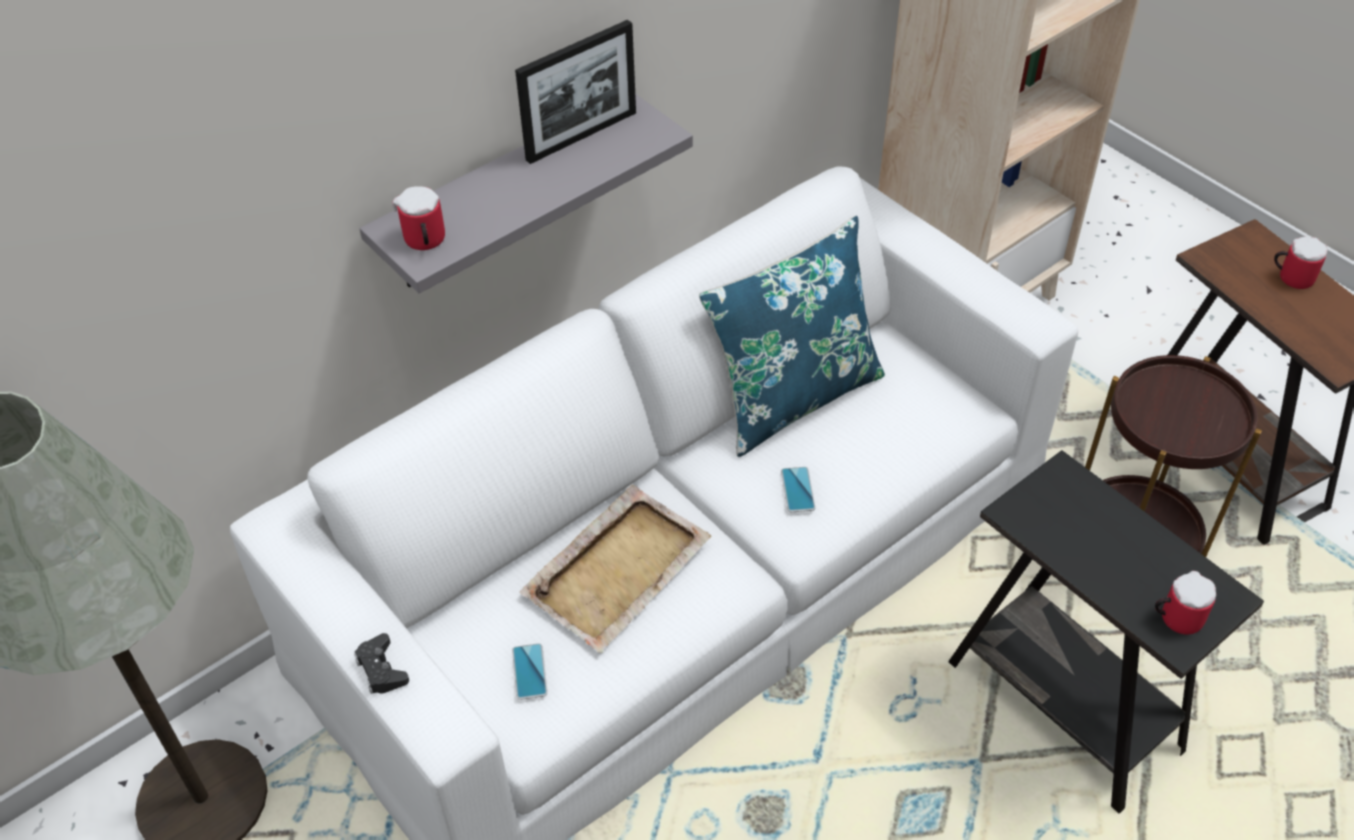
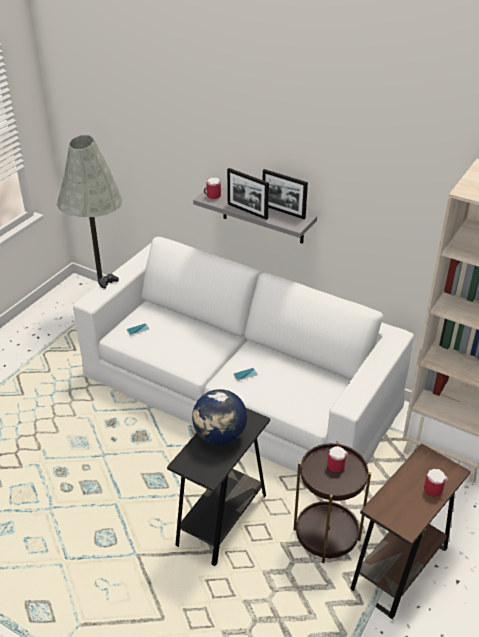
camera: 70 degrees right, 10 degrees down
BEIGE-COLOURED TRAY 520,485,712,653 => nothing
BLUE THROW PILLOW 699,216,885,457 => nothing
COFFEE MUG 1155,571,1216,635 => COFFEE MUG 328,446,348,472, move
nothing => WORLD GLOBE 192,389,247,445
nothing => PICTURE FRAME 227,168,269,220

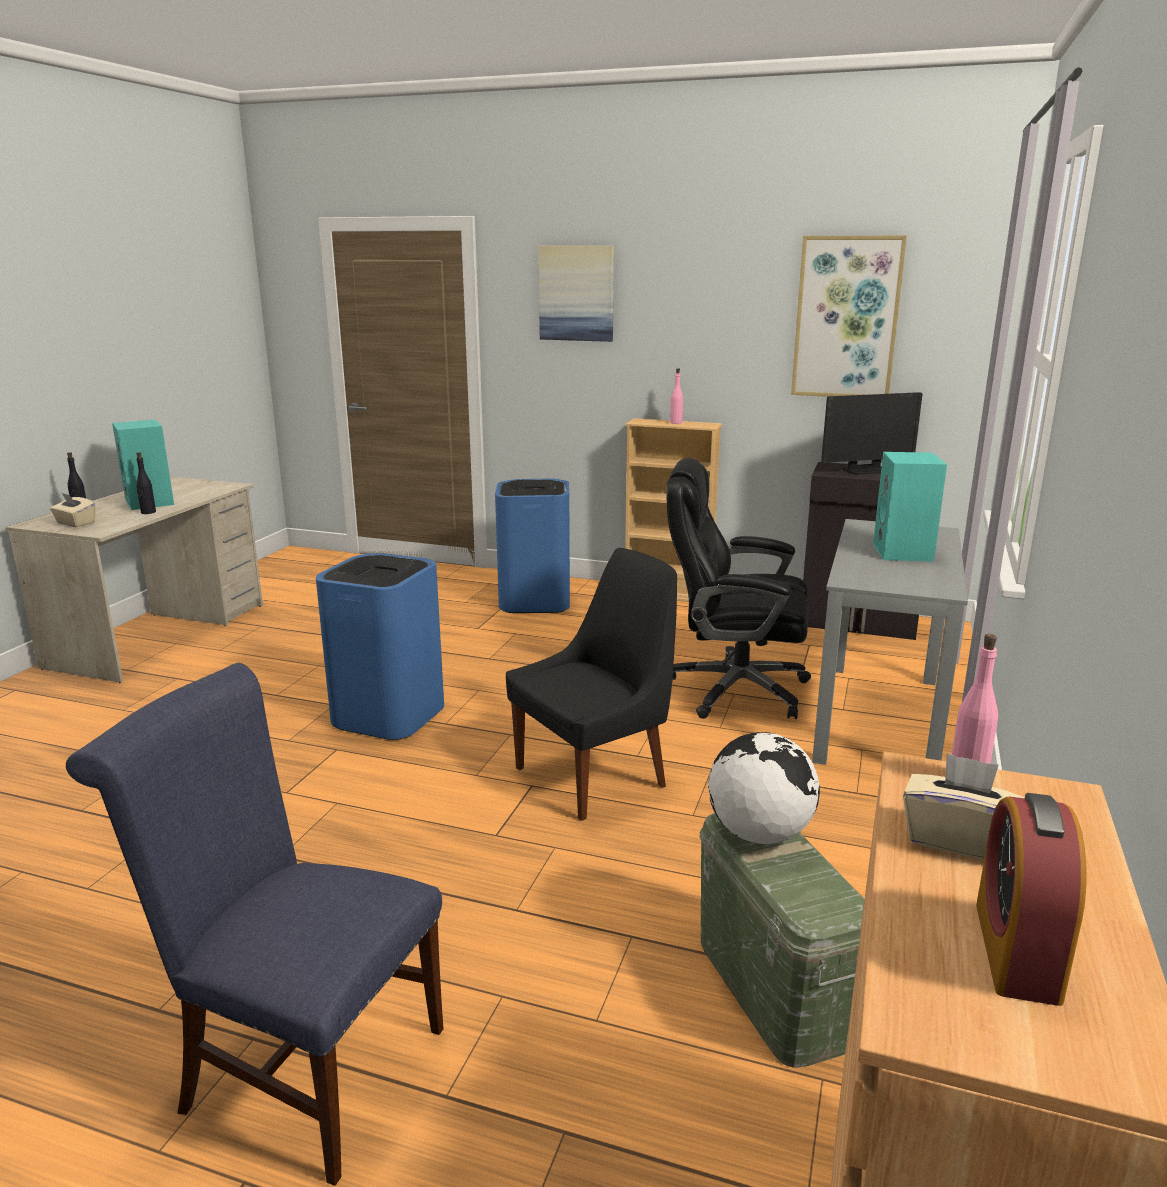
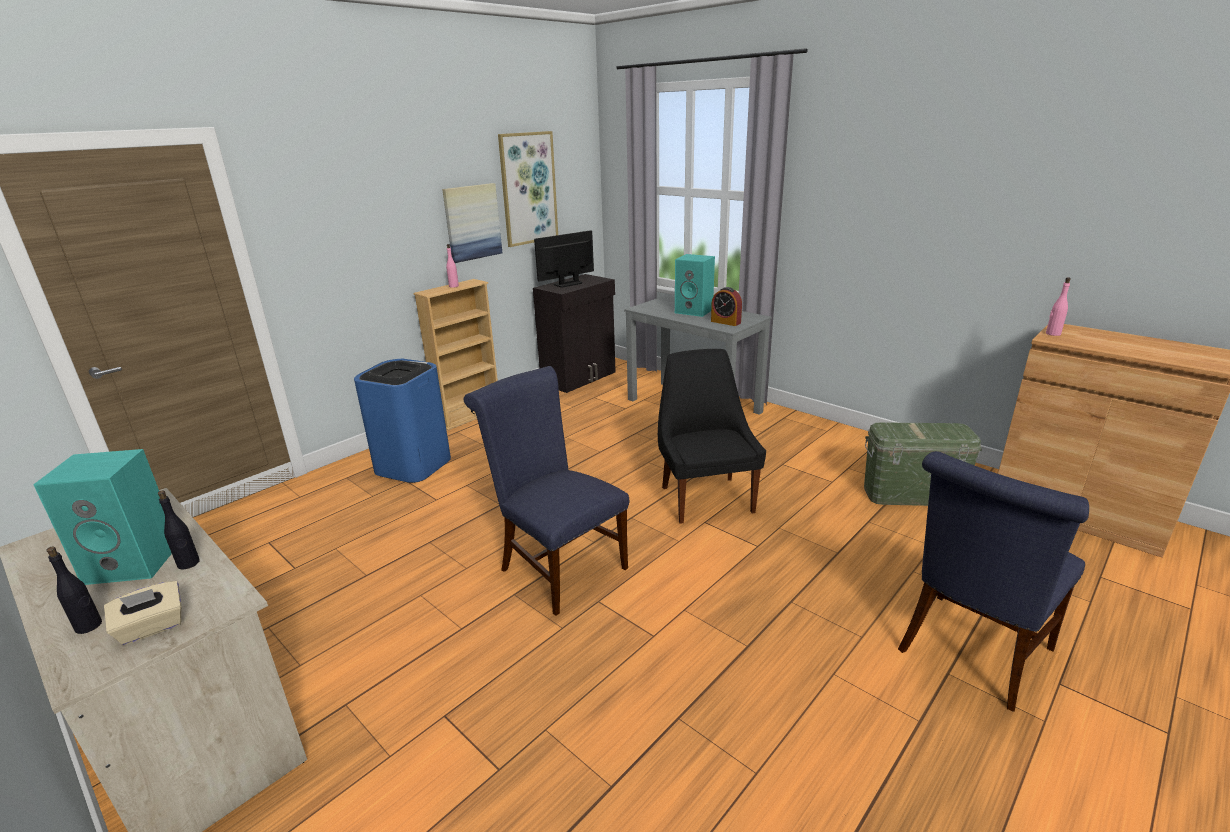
camera: 65 degrees left, 5 degrees up
BLUE TRASH CAN 316,553,444,740 => BLUE UPRIGHT CHAIR 464,366,629,616
WALL ART 538,246,614,342 => WALL ART 442,183,502,263, move
BLACKISH OFFICE CHAIR 666,458,811,719 => nothing
WORLD GLOBE 708,732,820,844 => nothing
COMPUTER DISPLAY 821,392,922,475 => COMPUTER DISPLAY 534,230,594,287, 135 degrees counterclockwise
BEIGE-COLOURED BOX OF TISSUES 903,753,1025,860 => nothing
ALARM CLOCK 976,793,1086,1006 => ALARM CLOCK 711,287,742,326, move

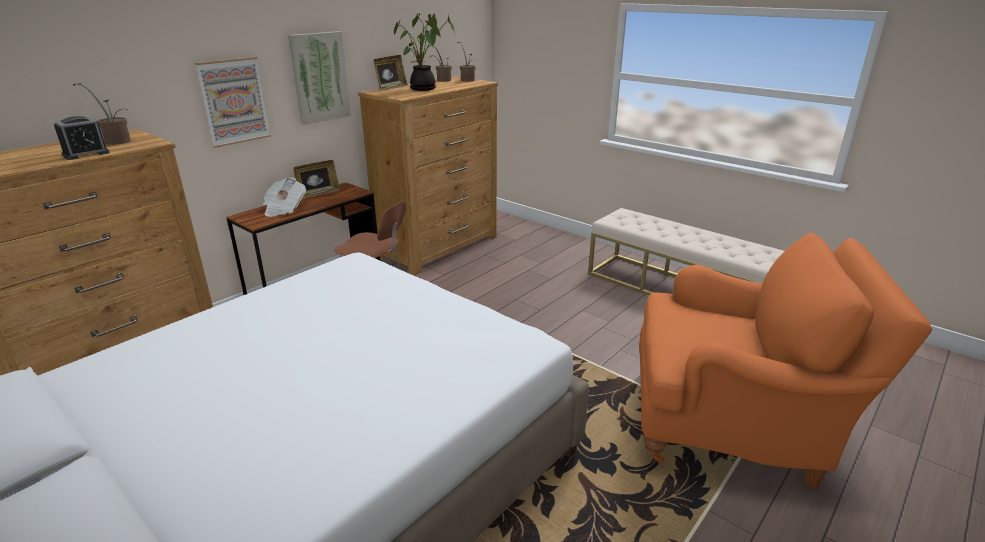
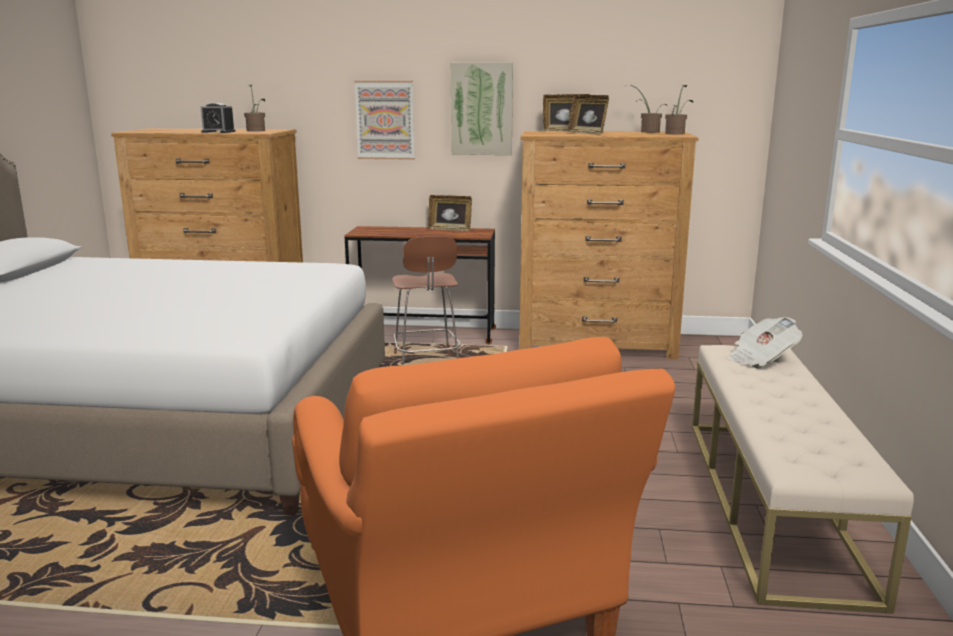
camera: 55 degrees right, 10 degrees down
DAILY PAPER 263,178,306,217 => DAILY PAPER 728,317,802,366, move
POTTED PLANT 394,13,455,91 => PICTURE FRAME 567,95,609,135

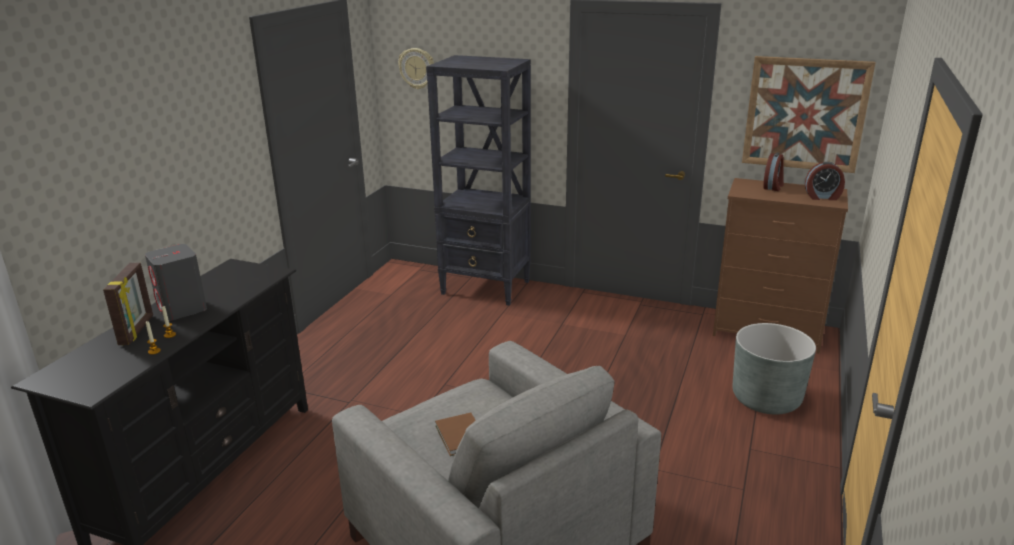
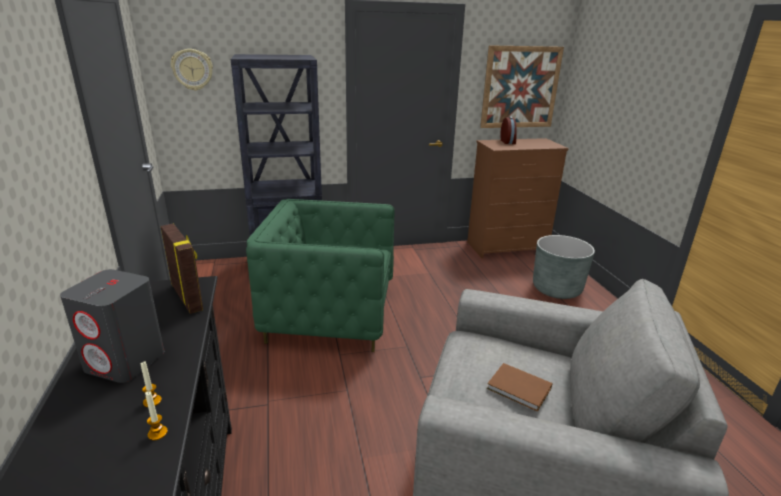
camera: 35 degrees left, 0 degrees up
PICTURE FRAME 103,263,153,345 => PICTURE FRAME 161,224,203,314, move
ALARM CLOCK 805,162,845,200 => nothing
nothing => GREENISH EASY CHAIR 246,199,395,352

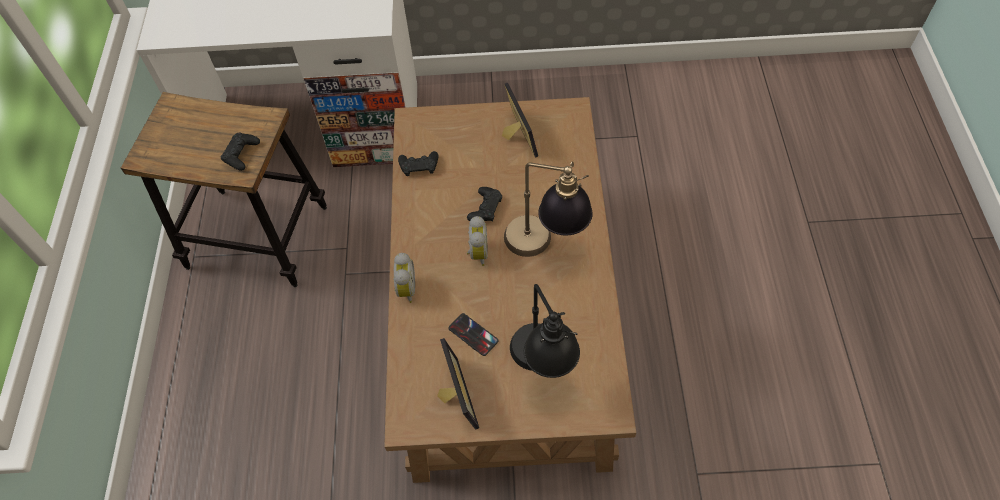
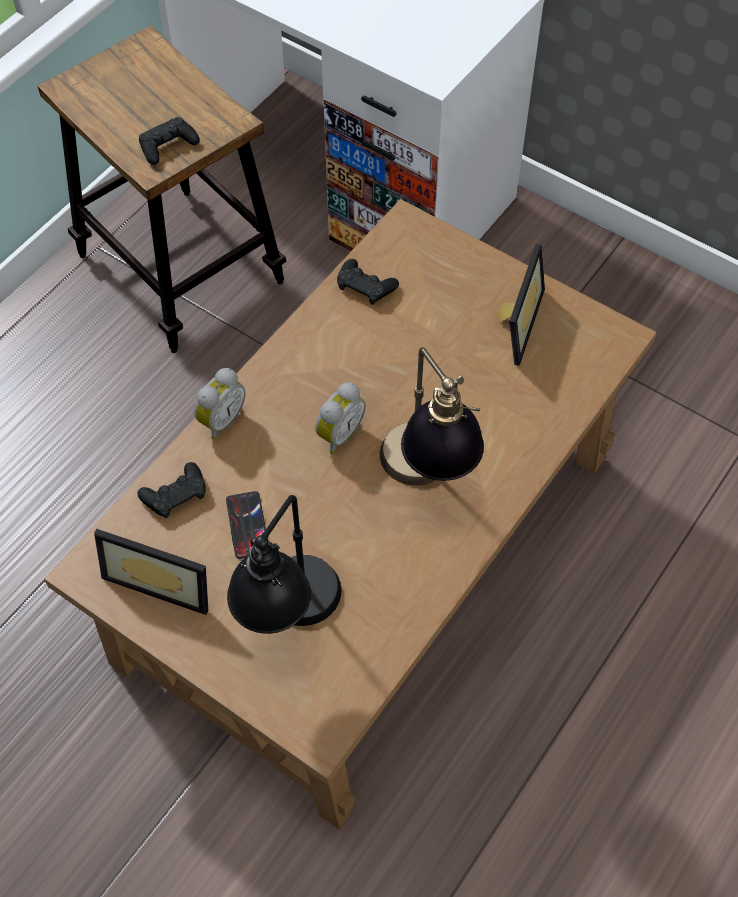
camera: 35 degrees right, 0 degrees up
PICTURE FRAME 437,338,479,430 => PICTURE FRAME 94,529,208,615, 90 degrees clockwise
BLACKISH GAMEPAD 467,187,502,221 => BLACKISH GAMEPAD 138,462,206,518, move

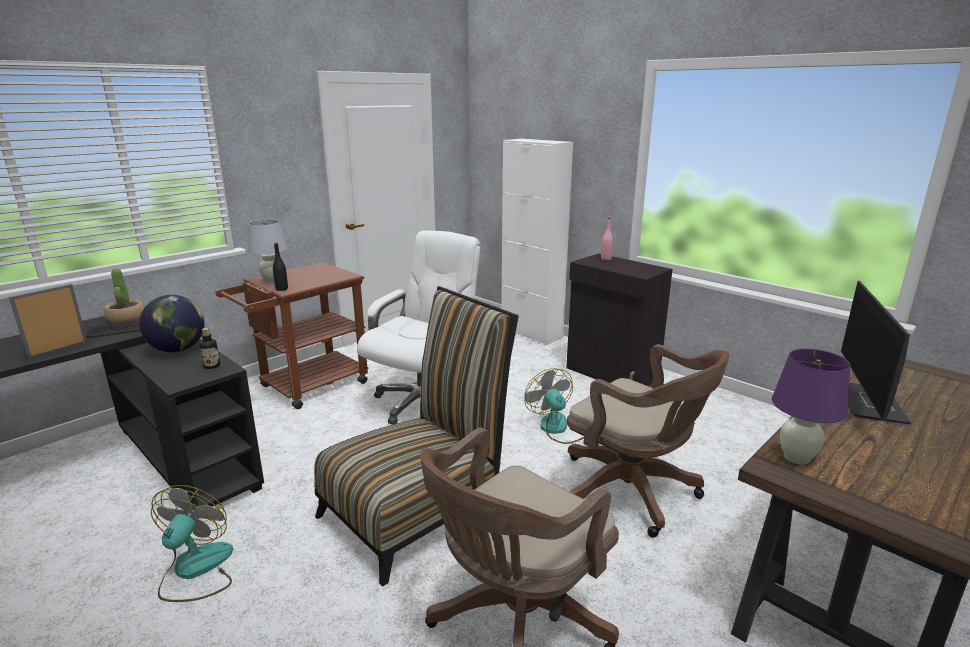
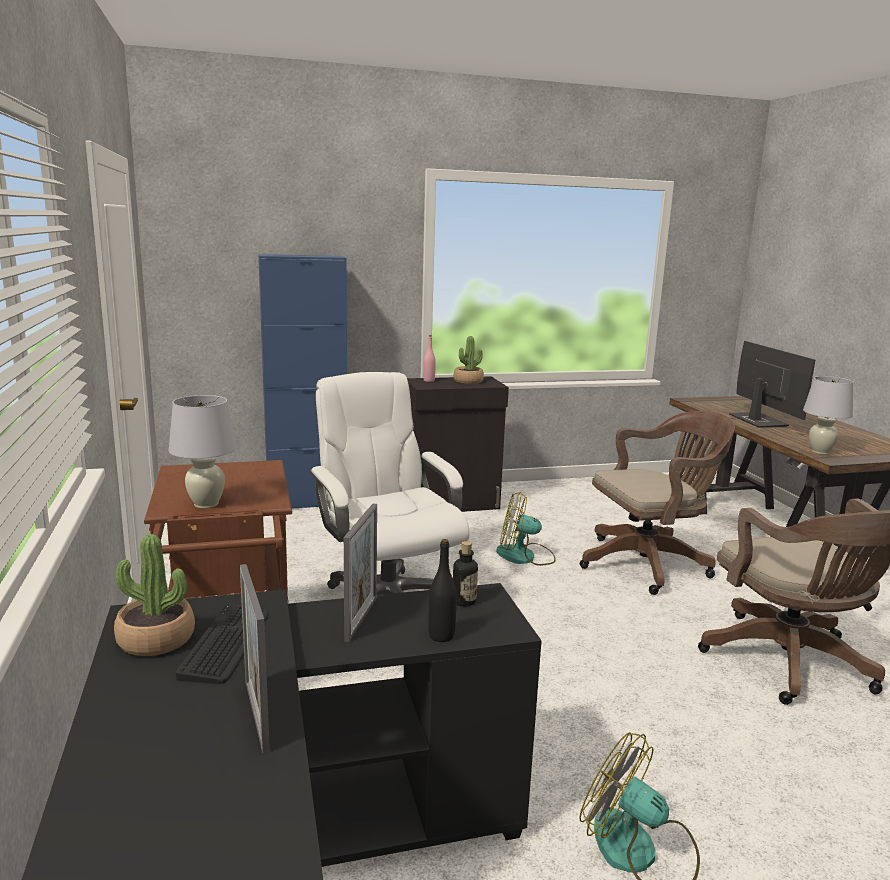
camera: 60 degrees left, 5 degrees down
WORLD GLOBE 139,295,205,352 => PICTURE FRAME 344,503,377,642
BLACKISH BOTTLE 273,243,288,291 => BLACKISH BOTTLE 428,539,457,642, move
UPRIGHT CHAIR 314,286,519,587 => nothing
WHITISH STORAGE CABINET 501,139,573,345 => BLUE STORAGE CABINET 258,254,347,509
PURPLE-COLOURED LAMP FOR A TABLE 772,349,851,465 => WHITISH LAMP FOR A TABLE 803,376,853,454
COMPUTER DISPLAY 841,281,911,424 => COMPUTER DISPLAY 729,341,815,428, 150 degrees counterclockwise
nothing => POTTED PLANT 454,336,484,384

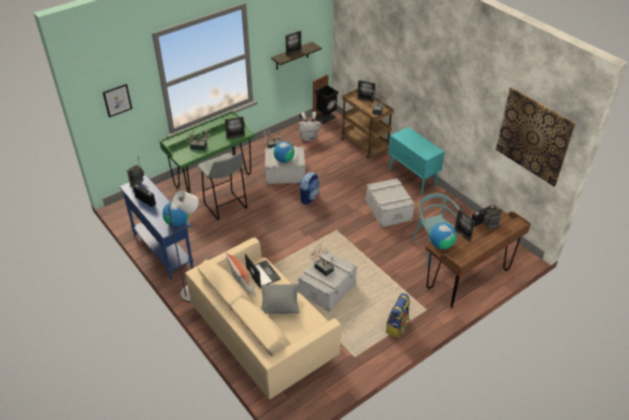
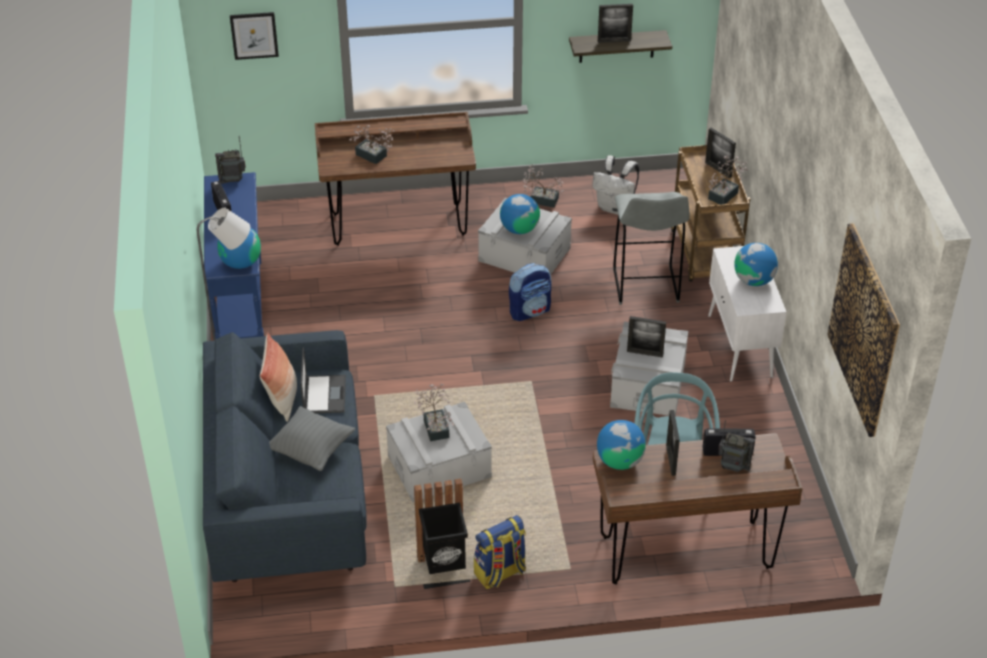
camera: 30 degrees right, 0 degrees up
GREENISH DESK UNIT 159,111,254,194 => BROWNISH DESK UNIT 315,112,476,246
BEIGE-COLOURED SOFA 185,238,341,400 => BLUE SOFA 203,330,367,582
GRAY STOOL SEAT 197,152,247,221 => GRAY STOOL SEAT 613,192,689,305, move
PICTURE FRAME 225,116,245,139 => PICTURE FRAME 627,316,666,358, move
BLACKISH TRASH CAN 313,74,338,124 => BLACKISH TRASH CAN 414,479,471,589, move
BLUE-GREEN STORAGE CABINET 389,127,445,195 => WHITISH STORAGE CABINET 708,246,786,382
nothing => WORLD GLOBE 734,243,778,286

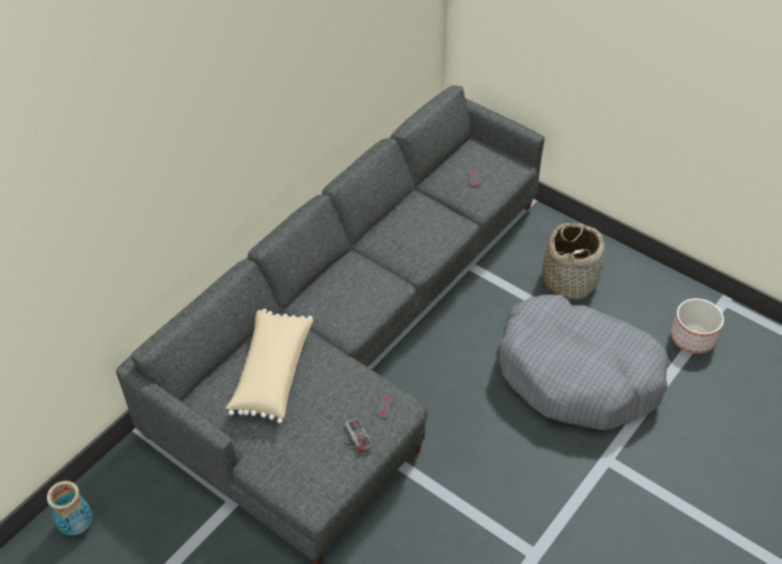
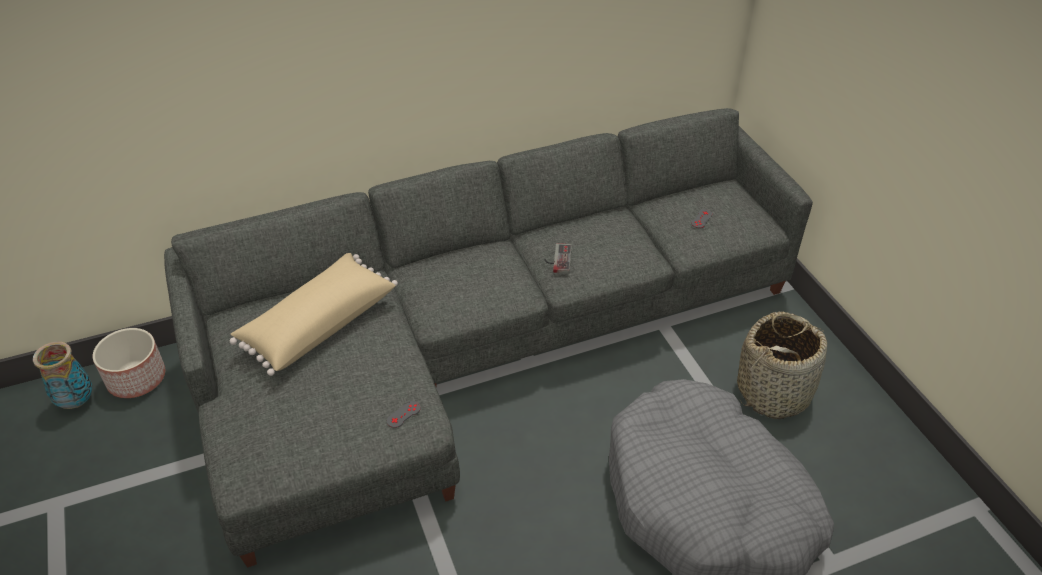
camera: 30 degrees right, 5 degrees down
GAMEPAD 345,418,373,453 => GAMEPAD 545,243,572,274, move
PLANTER 671,298,724,354 => PLANTER 93,328,166,398, move

